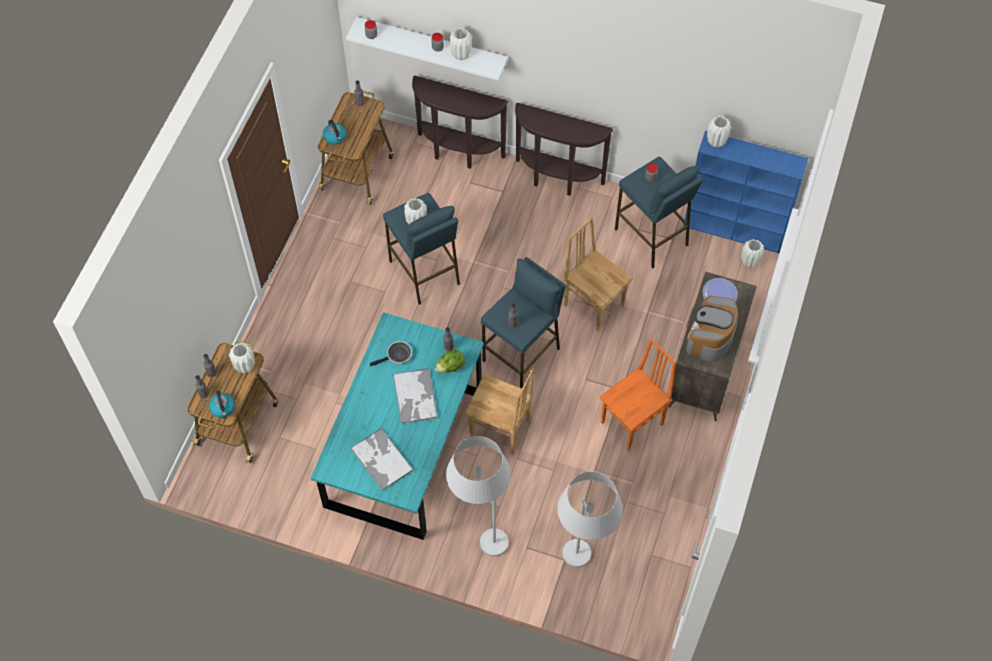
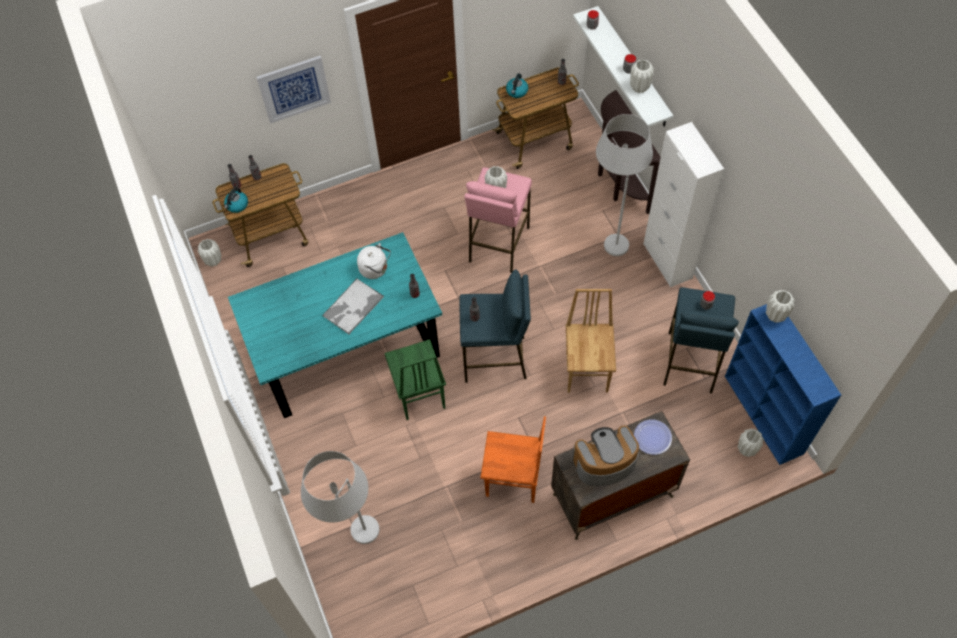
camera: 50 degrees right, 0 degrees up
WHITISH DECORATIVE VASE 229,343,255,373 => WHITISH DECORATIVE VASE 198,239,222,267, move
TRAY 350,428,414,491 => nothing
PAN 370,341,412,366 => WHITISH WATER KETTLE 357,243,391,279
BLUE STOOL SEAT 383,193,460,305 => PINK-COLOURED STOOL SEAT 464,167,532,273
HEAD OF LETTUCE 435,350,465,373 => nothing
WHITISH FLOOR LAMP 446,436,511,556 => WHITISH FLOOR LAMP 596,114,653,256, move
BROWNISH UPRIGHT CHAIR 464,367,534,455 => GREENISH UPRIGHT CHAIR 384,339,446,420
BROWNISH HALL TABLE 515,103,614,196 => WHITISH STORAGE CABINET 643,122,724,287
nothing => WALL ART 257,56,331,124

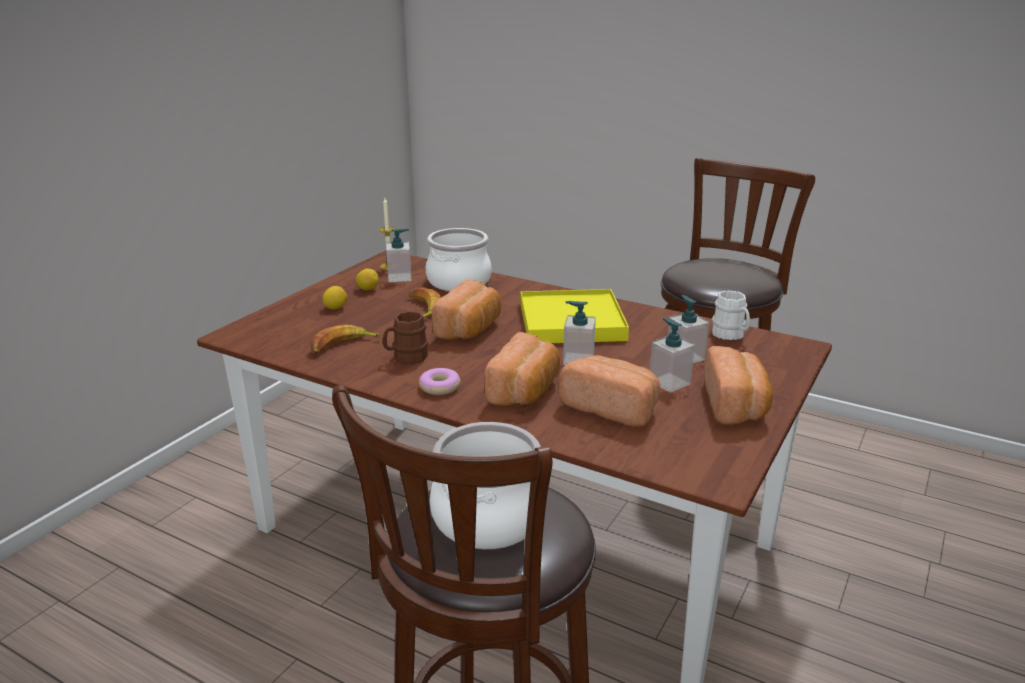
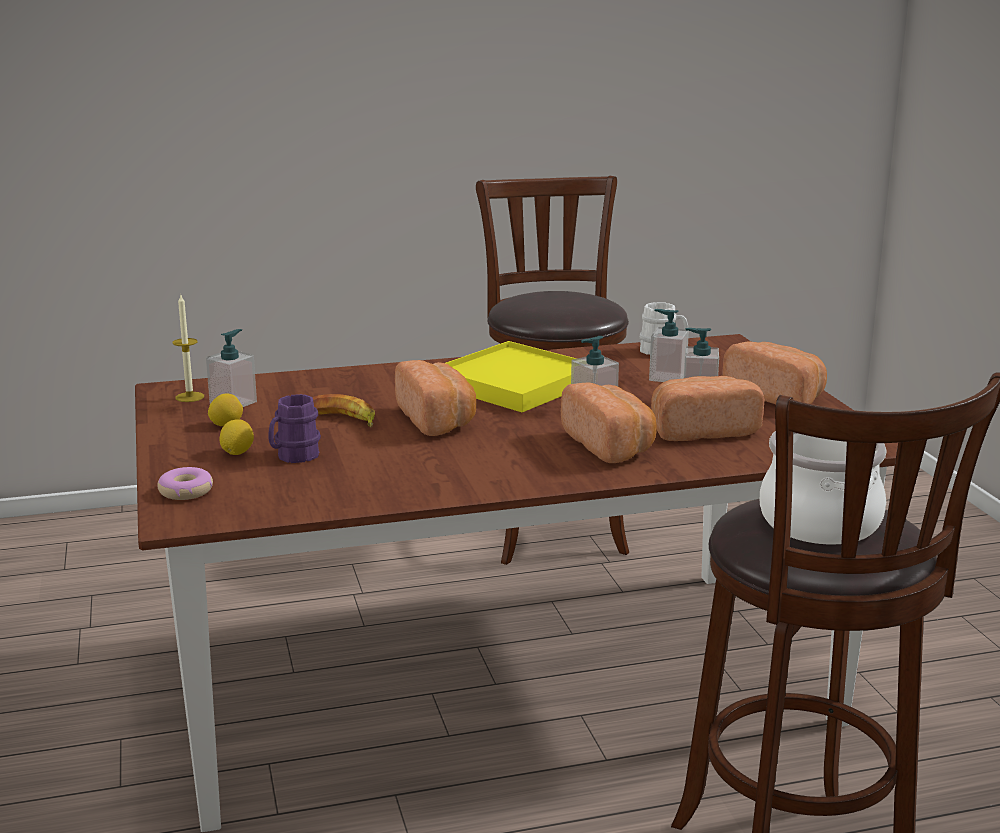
camera: 45 degrees left, 5 degrees down
WHOLE BANANA 309,325,382,354 => nothing
BROWNISH COFFEE MUG 383,311,428,364 => nothing
RING DOUGHNUT 419,368,461,395 => RING DOUGHNUT 157,467,213,500, move
STOCKPOT 425,228,492,291 => nothing
nothing => PURPLE-COLOURED COFFEE MUG 268,394,321,463

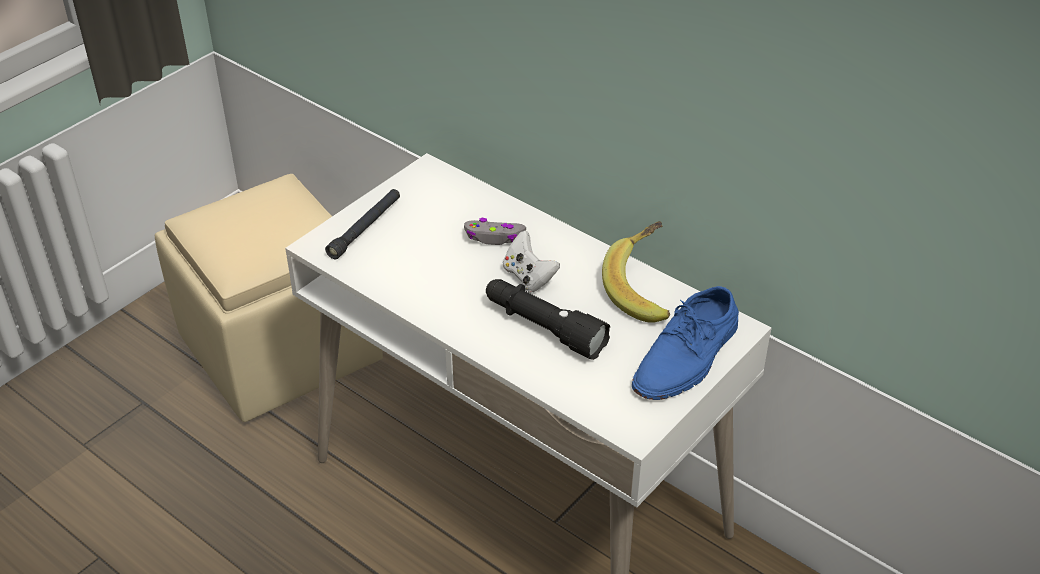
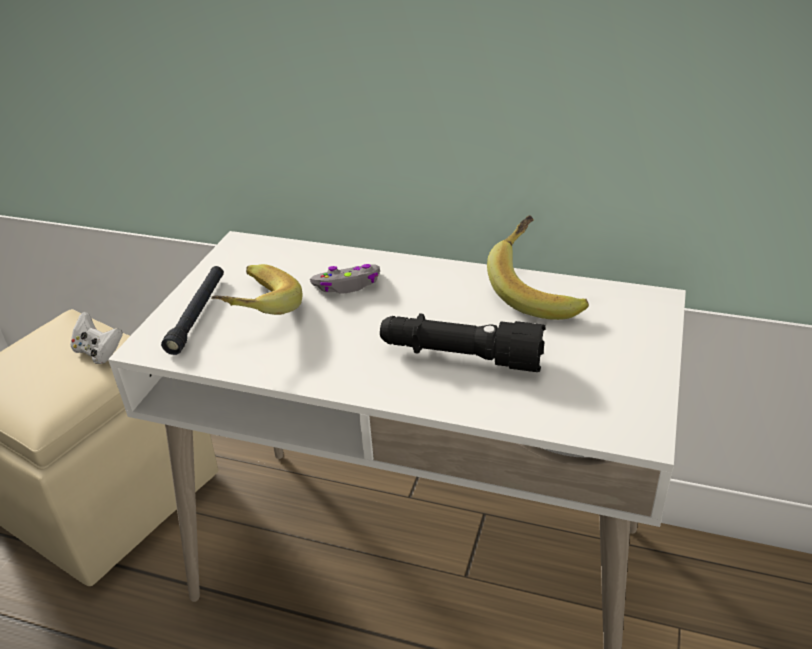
camera: 20 degrees left, 5 degrees down
WHITISH GAMEPAD 503,231,560,292 => WHITISH GAMEPAD 70,312,123,364, move
BLUE LOW SHOE 632,286,739,400 => nothing
nothing => WHOLE BANANA 211,264,302,315

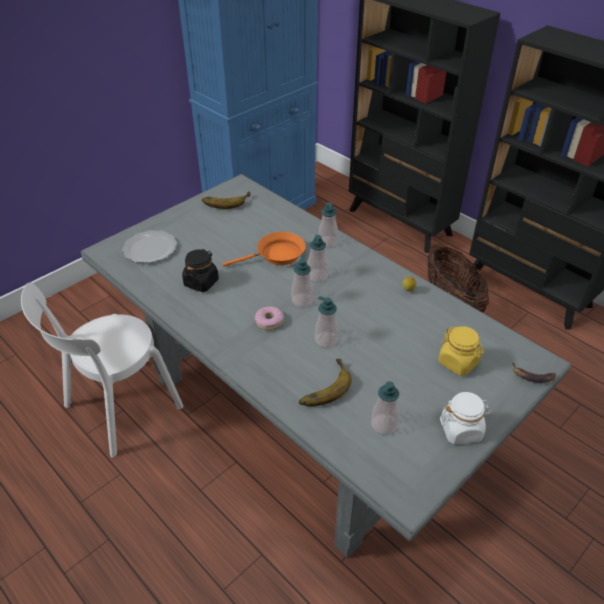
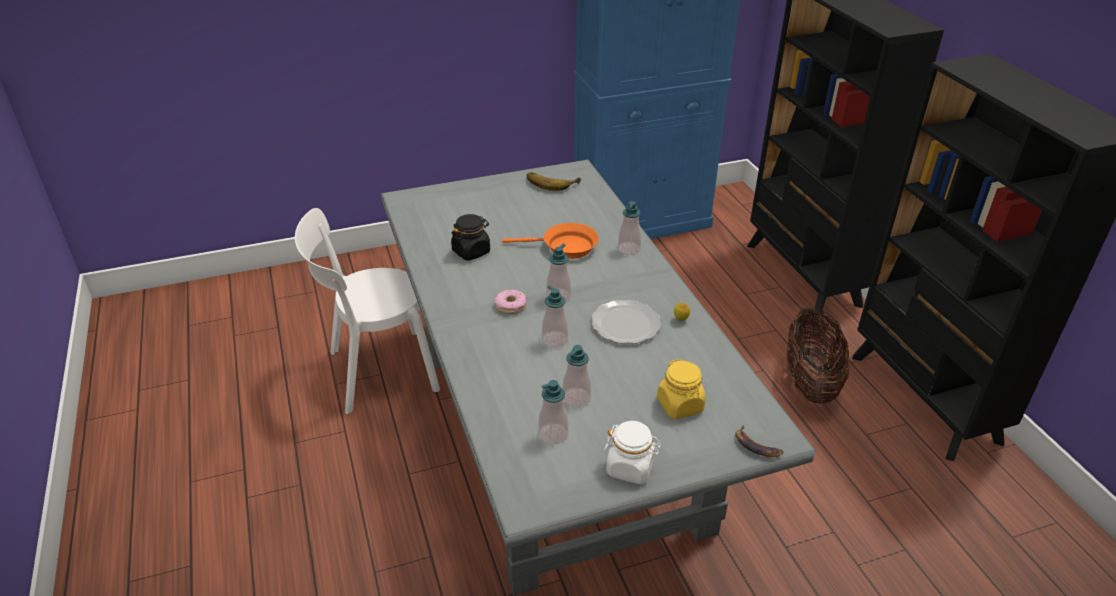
camera: 25 degrees right, 5 degrees down
FLAT DISH 122,230,177,263 => FLAT DISH 591,300,661,344, move
WHOLE BANANA 299,359,352,406 => nothing
SOAP BOTTLE 307,235,328,282 => SOAP BOTTLE 562,345,591,407, move

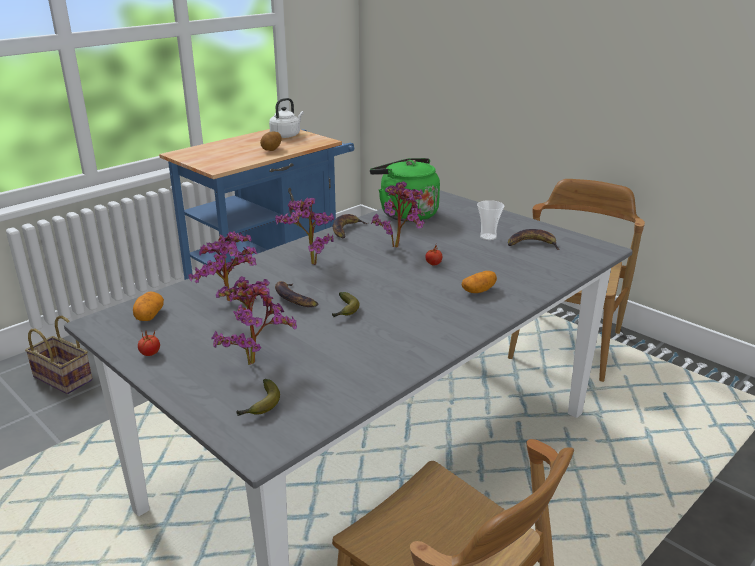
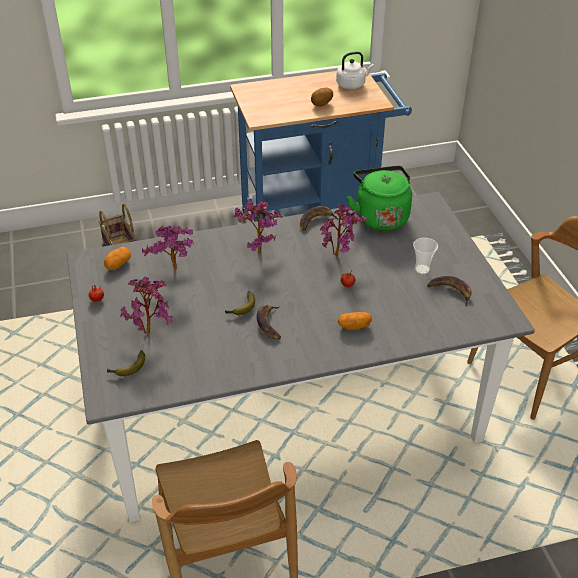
camera: 30 degrees right, 15 degrees up
WHOLE BANANA 275,281,318,307 => WHOLE BANANA 257,304,281,339, move

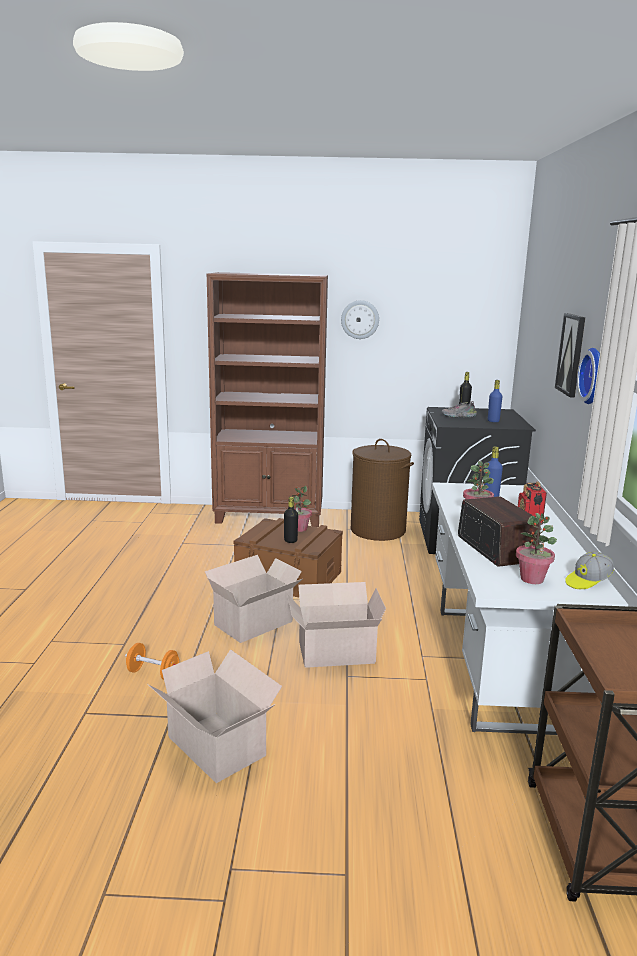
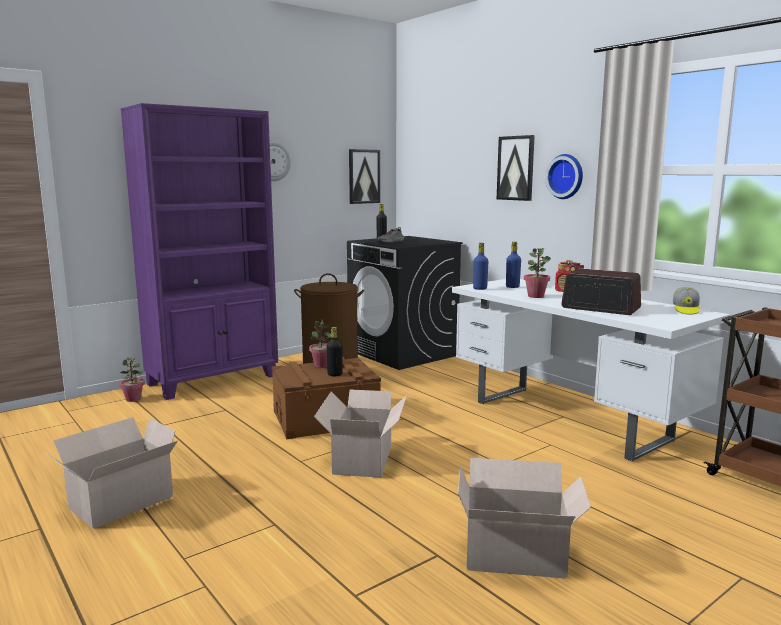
camera: 40 degrees left, 5 degrees down
ORANGE-COLOURED DUMBBELL 125,643,179,680 => nothing
BROWNISH BOOKCASE 207,272,328,527 => PURPLE-COLOURED BOOKCASE 121,103,278,400
CARDBOARD BOX 287,582,386,668 => CARDBOARD BOX 45,417,178,529, move
BLUE BOTTLE 488,380,502,422 => BLUE BOTTLE 473,243,488,290, move
POTTED PLANT 516,513,557,584 => POTTED PLANT 119,357,145,402, move
nothing => WALL ART 349,149,380,204

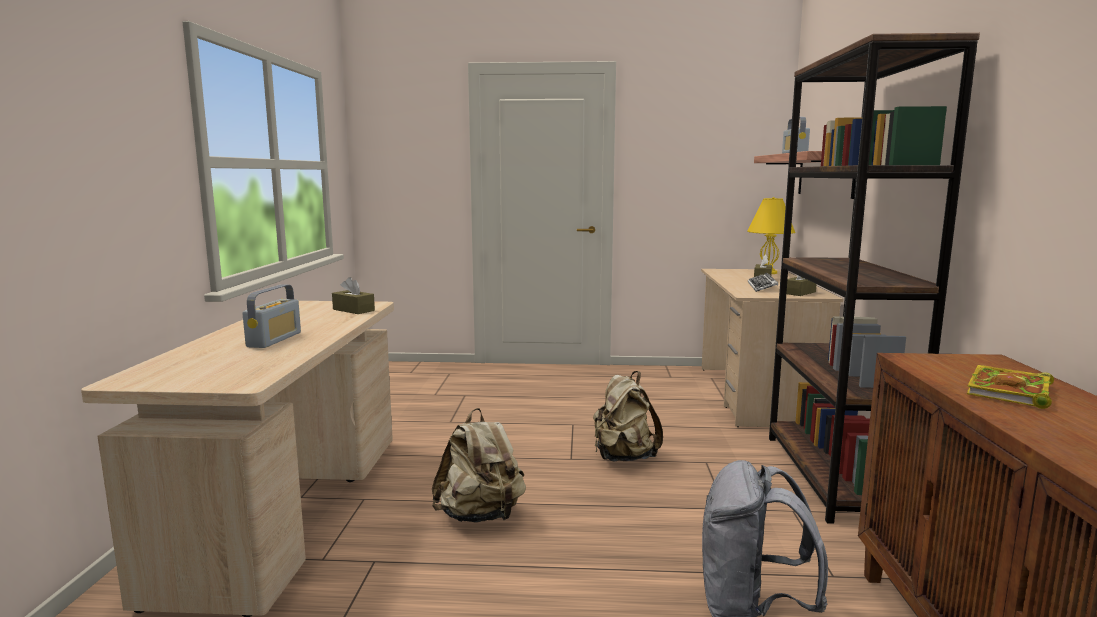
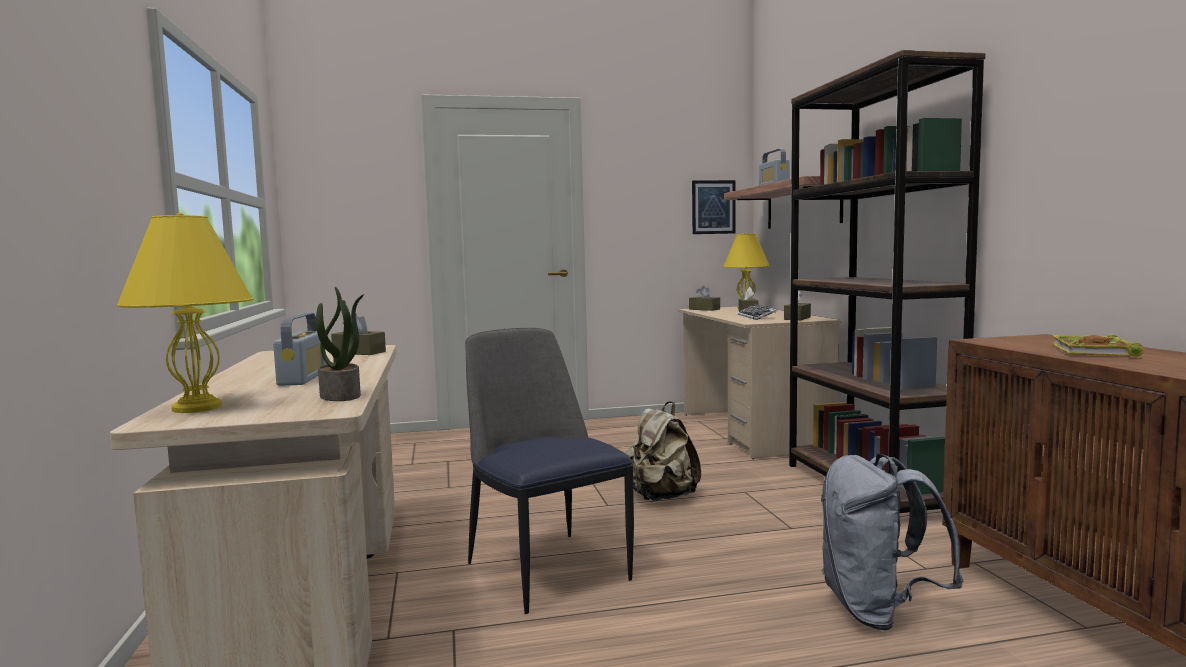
camera: 15 degrees left, 5 degrees down
BEIGE-COLOURED BACKPACK 432,408,526,522 => UPRIGHT CHAIR 465,328,634,614
nothing => YELLOW LAMP FOR A TABLE 117,212,254,413
nothing => POTTED PLANT 316,287,364,401
nothing => BROWNISH BOX OF TISSUES 689,286,720,311
nothing => WALL ART 692,180,736,234

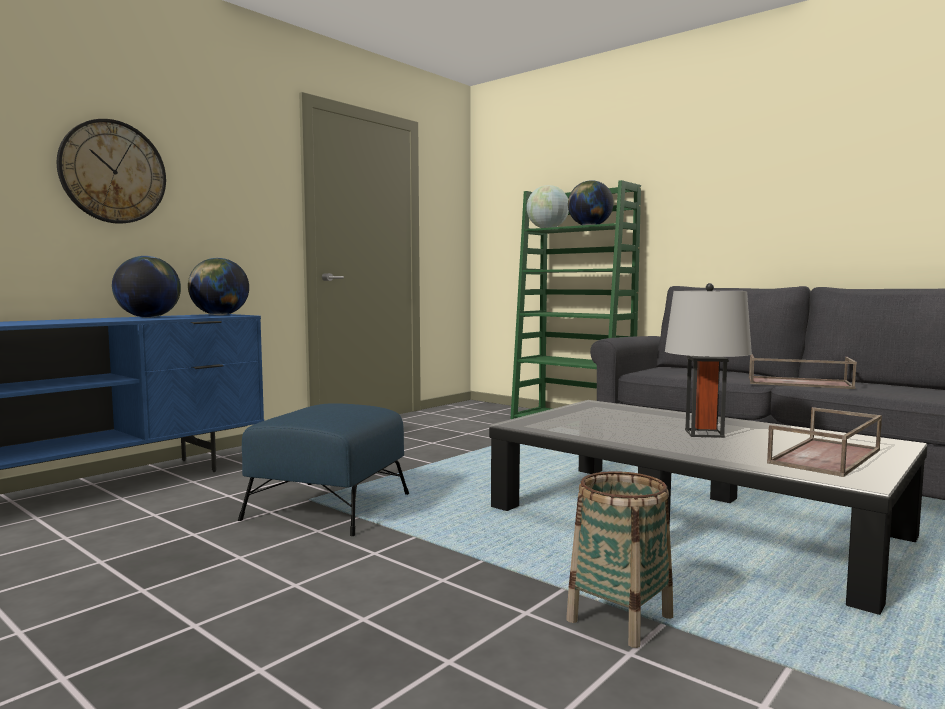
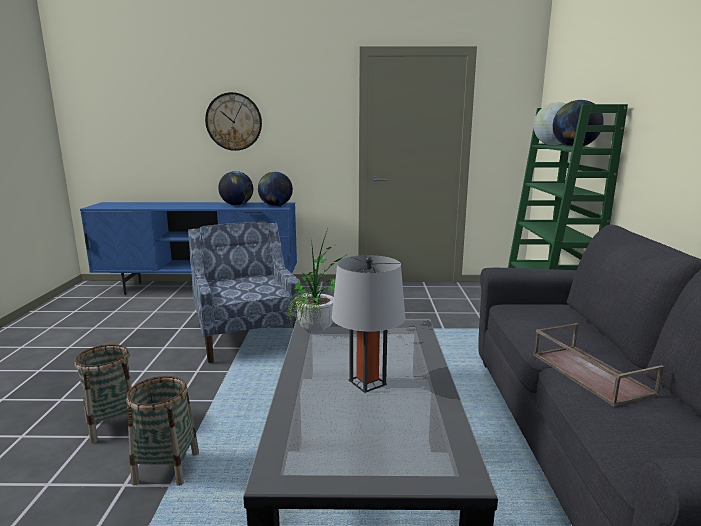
camera: 50 degrees right, 10 degrees up
BLUE POUFFE 238,403,409,536 => BLUE EASY CHAIR 188,222,301,363
BROWNISH TRAY 767,407,882,477 => nothing
nothing => BASKET 74,344,132,443
nothing => POTTED PLANT 287,229,346,332

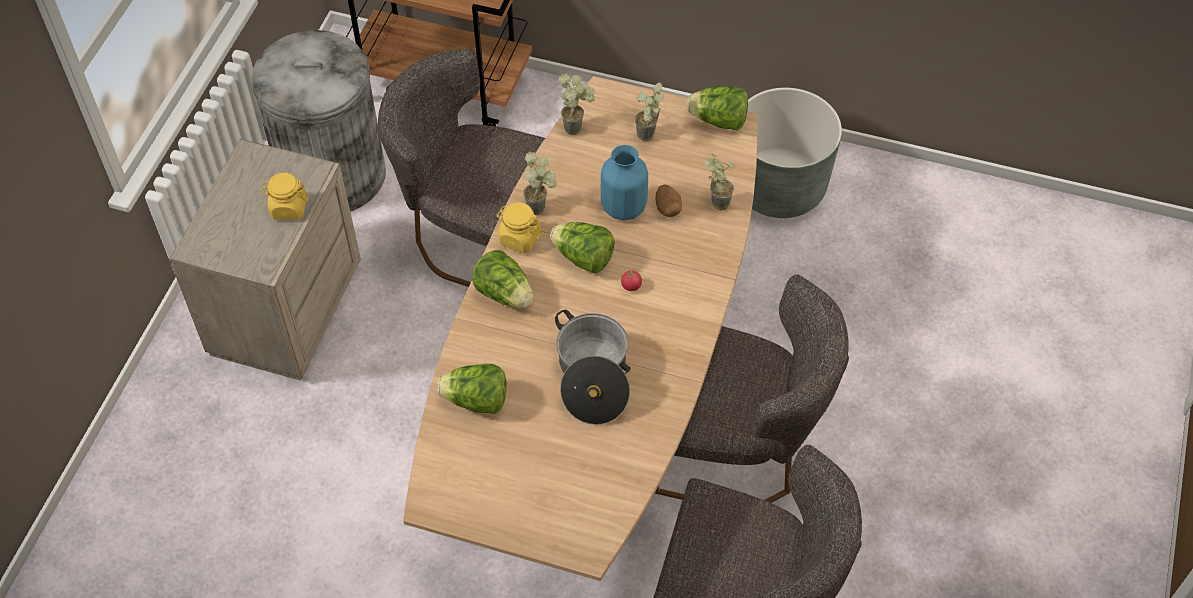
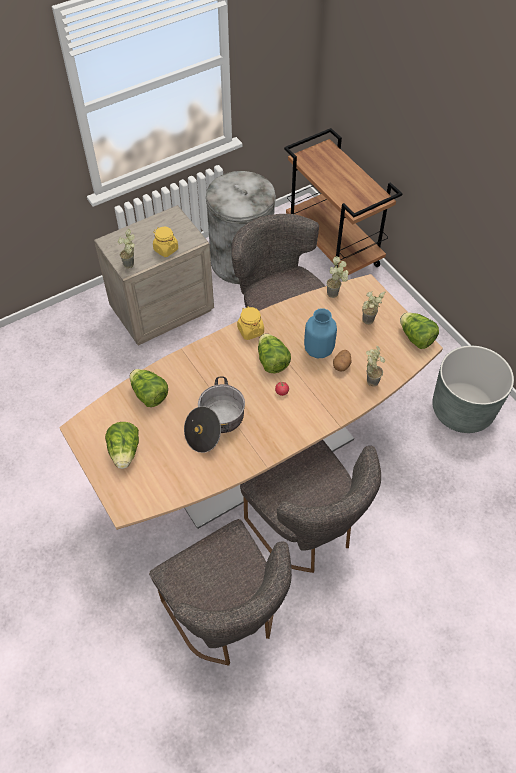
camera: 40 degrees right, 0 degrees up
HEAD OF LETTUCE 472,250,533,308 => HEAD OF LETTUCE 105,422,139,469, move
POTTED PLANT 523,152,557,215 => POTTED PLANT 118,229,135,268, move

